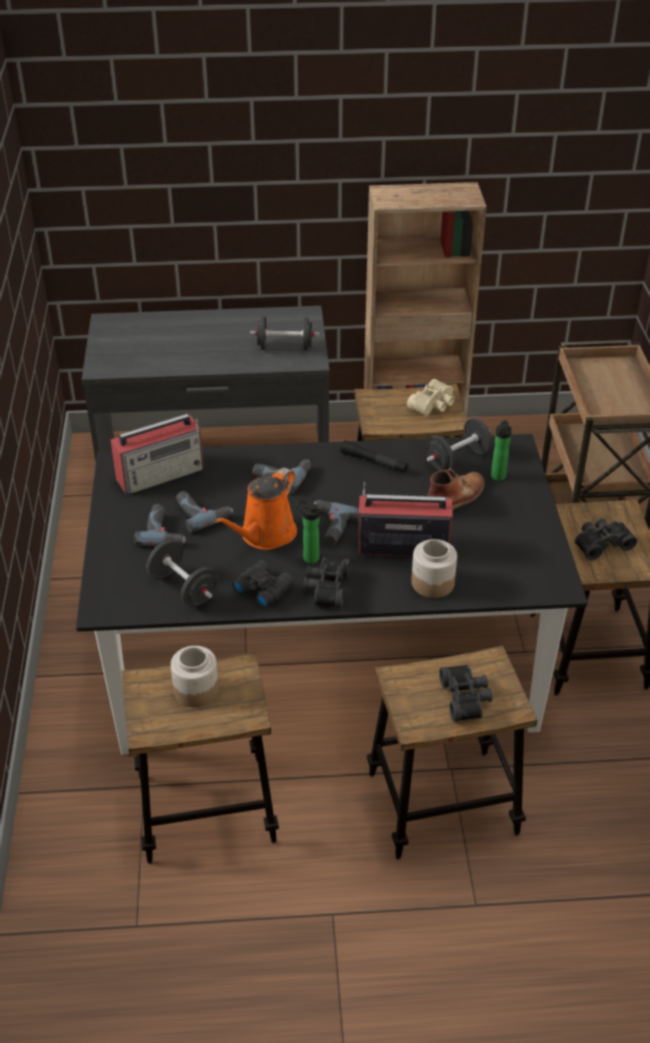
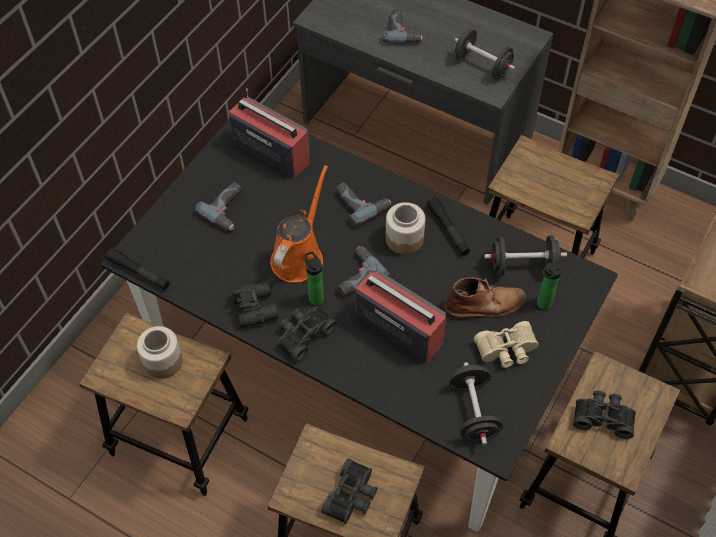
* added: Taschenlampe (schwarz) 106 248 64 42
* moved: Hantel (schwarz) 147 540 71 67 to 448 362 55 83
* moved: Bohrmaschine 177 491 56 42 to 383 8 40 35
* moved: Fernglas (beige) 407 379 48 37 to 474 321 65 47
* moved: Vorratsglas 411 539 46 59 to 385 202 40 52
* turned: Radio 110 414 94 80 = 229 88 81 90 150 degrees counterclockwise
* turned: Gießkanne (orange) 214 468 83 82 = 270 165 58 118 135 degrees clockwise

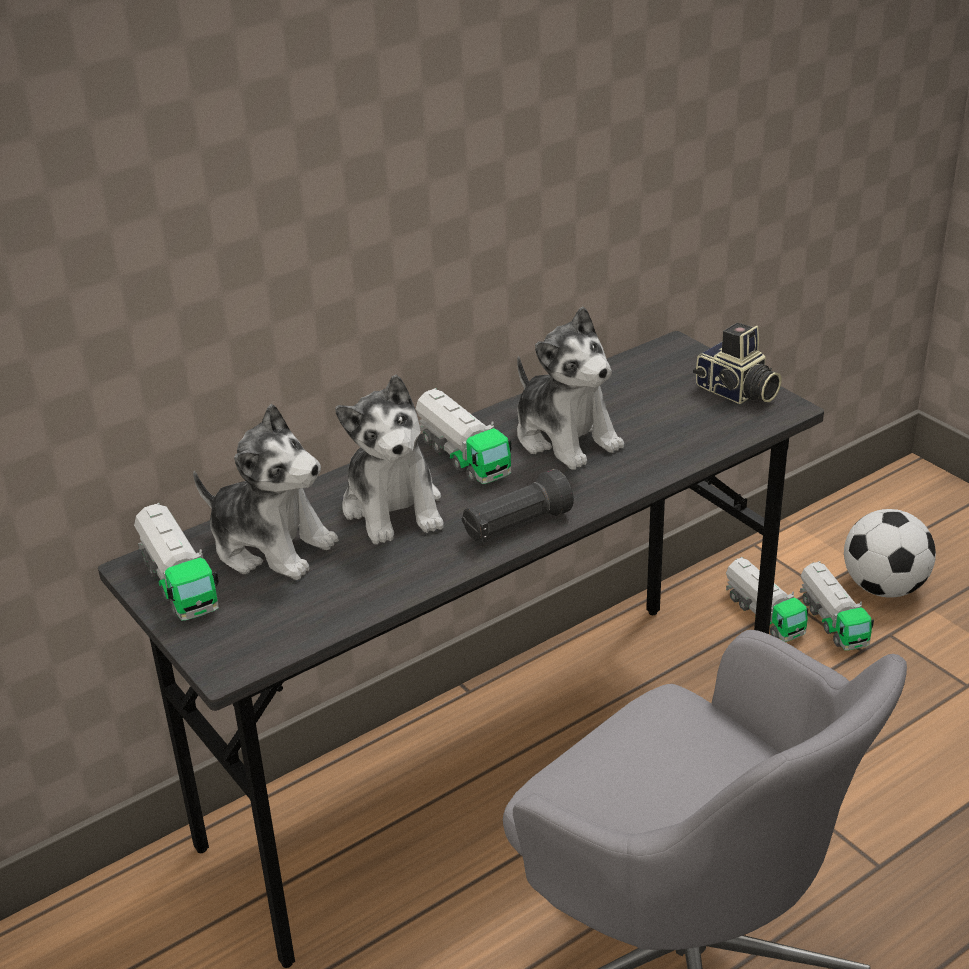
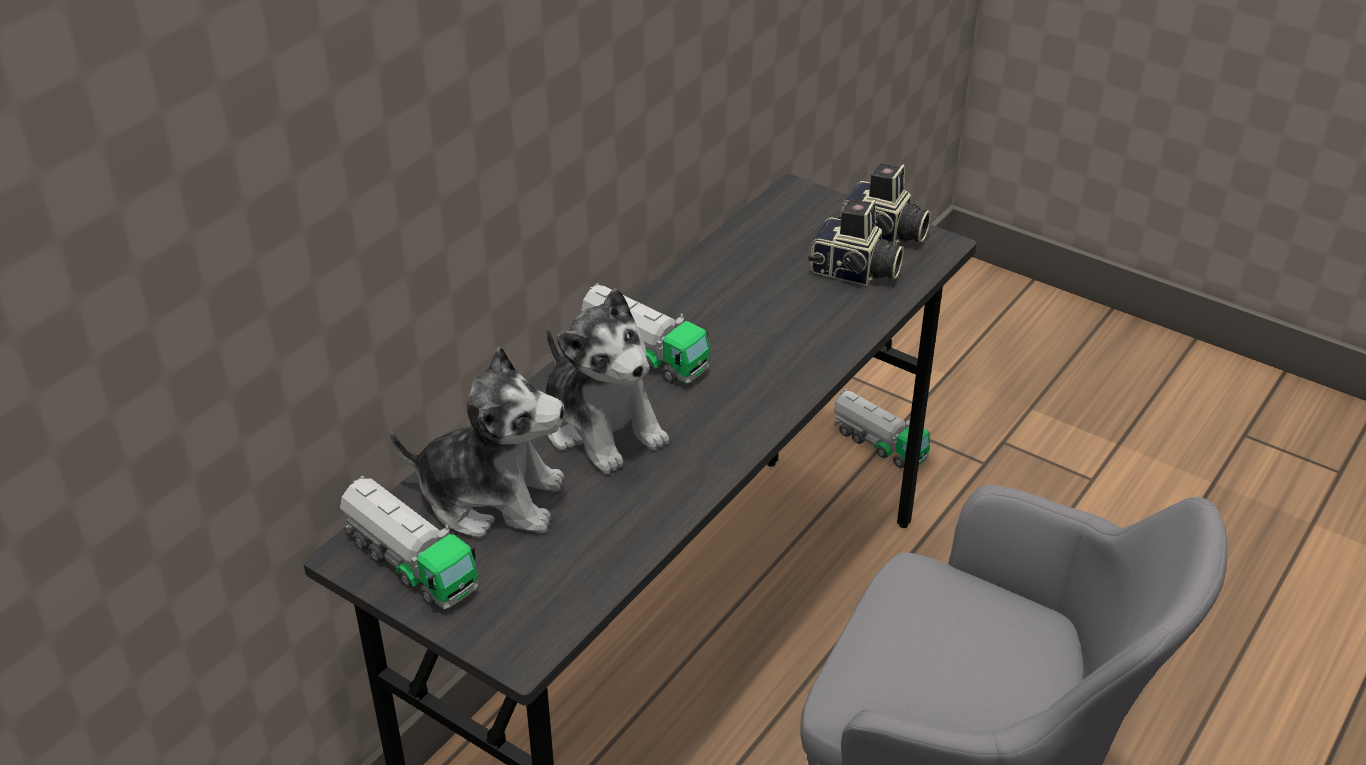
* removed: Taschenlampe (schwarz) 462 469 112 73
* removed: Plüschtier 517 307 107 163
* removed: Spielzeuglaster 800 561 74 89
* removed: Fußball 844 509 92 89
* added: Kamera 808 199 96 87

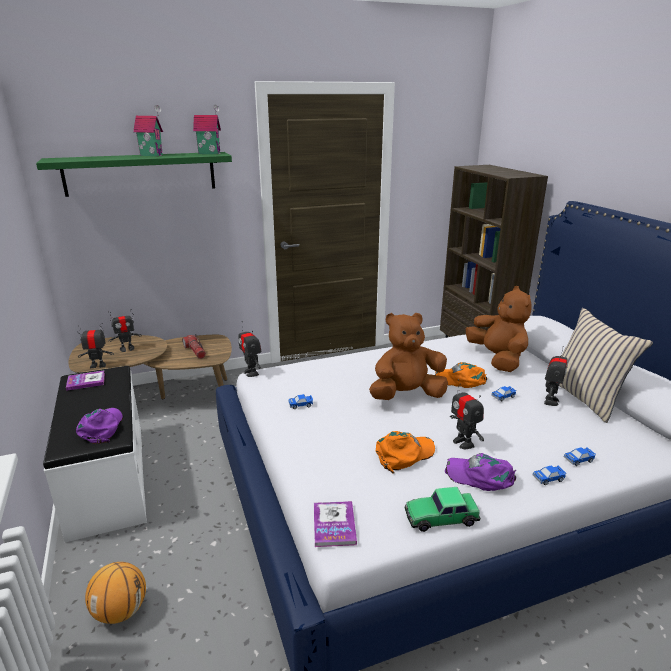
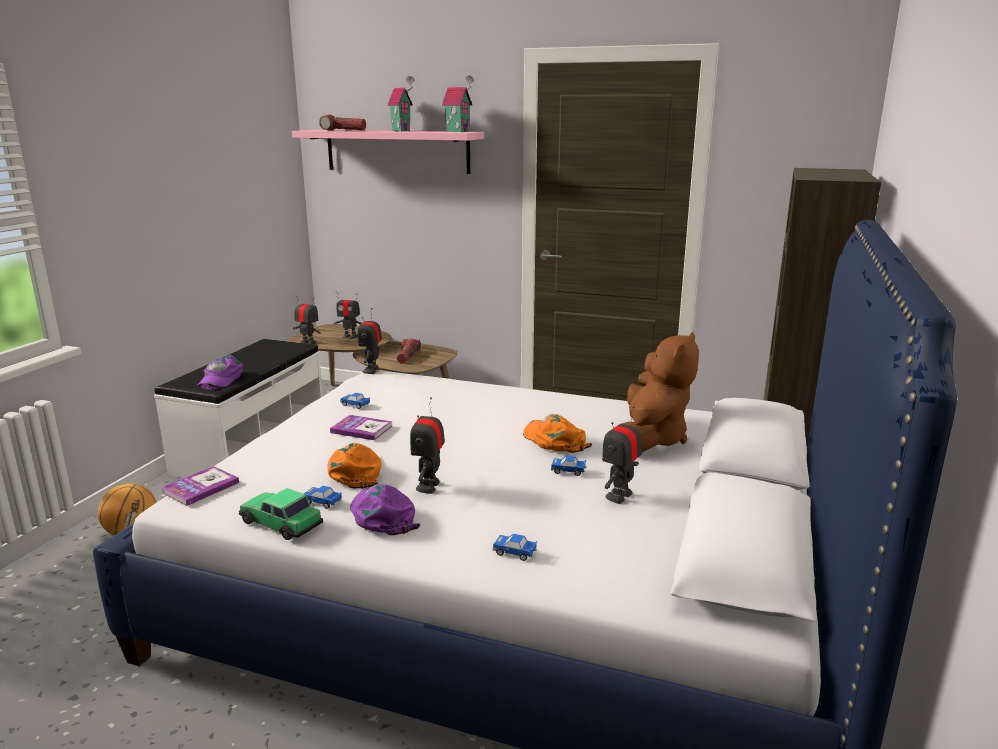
* removed: Plüschtier (braun) 369 313 79 87
* removed: Kissen (beige) 559 308 94 115
* added: Taschenlampe 319 115 47 16
* moved: Buch 66 370 39 21 to 330 415 62 25
* moved: Spielzeugauto 533 465 33 20 to 304 486 38 23
* recoloured: Wandregal (grün) 36 152 196 45 to Wandregal (rosa) 292 130 192 44
* turned: Kappe (lila) 76 408 47 36 = 197 355 47 35 150 degrees clockwise
* turned: Kappe (orange) 376 431 59 43 = 327 443 55 46 105 degrees counterclockwise
* turned: Spielzeugroboter 544 346 24 60 = 602 406 40 98 150 degrees clockwise

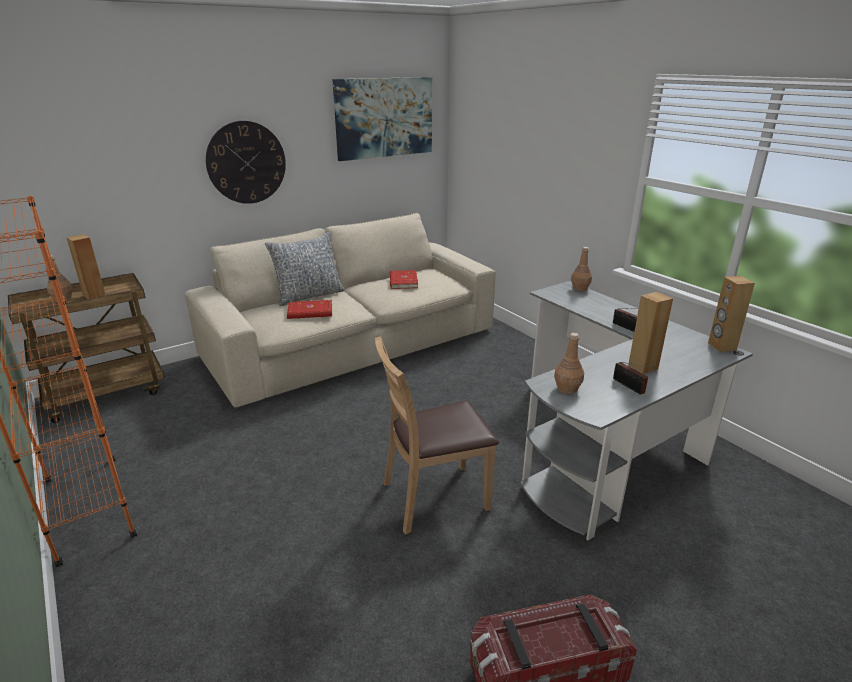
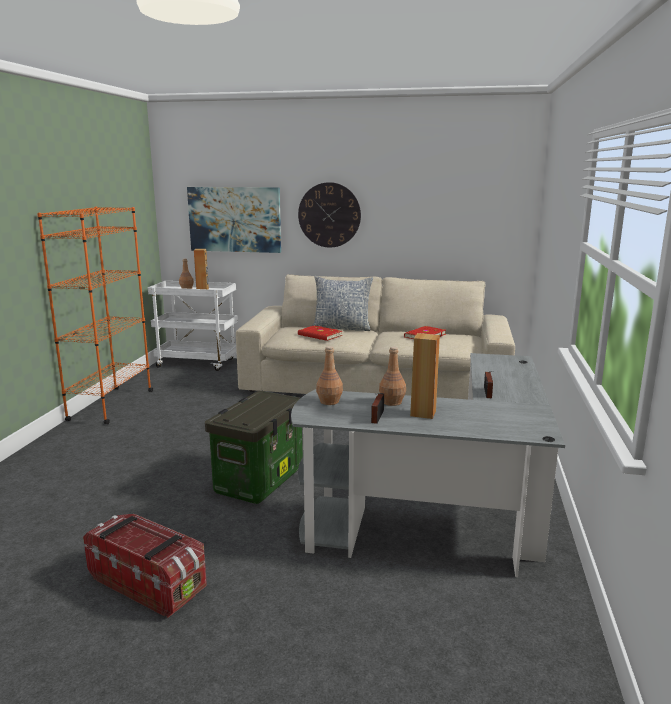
* removed: Lautsprecher (braun) 708 276 47 76
* moved: Bild 332 77 100 84 to 187 187 94 66
* moved: Flasche (braun) 571 247 21 44 to 379 347 27 59
* replaced: Stuhl (braun) 375 336 124 198 to Aufbewahrungsbox 205 391 98 113
* recoloured: Rollwagen (braun) 8 273 157 150 to Rollwagen (weiß) 148 281 90 90

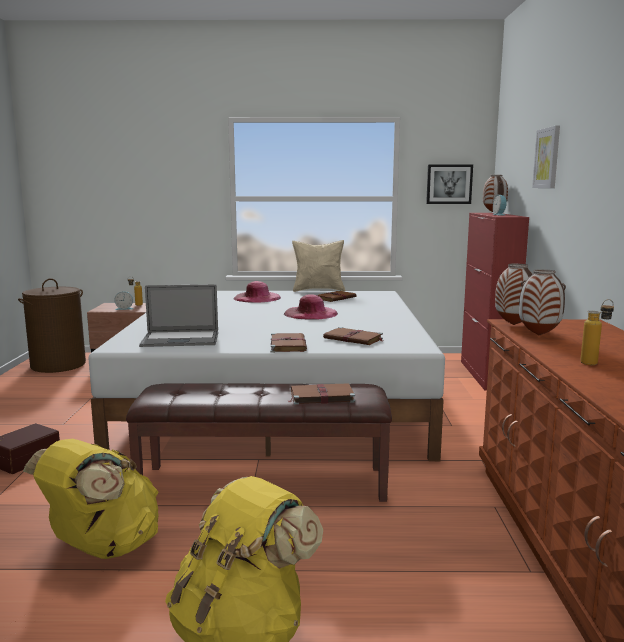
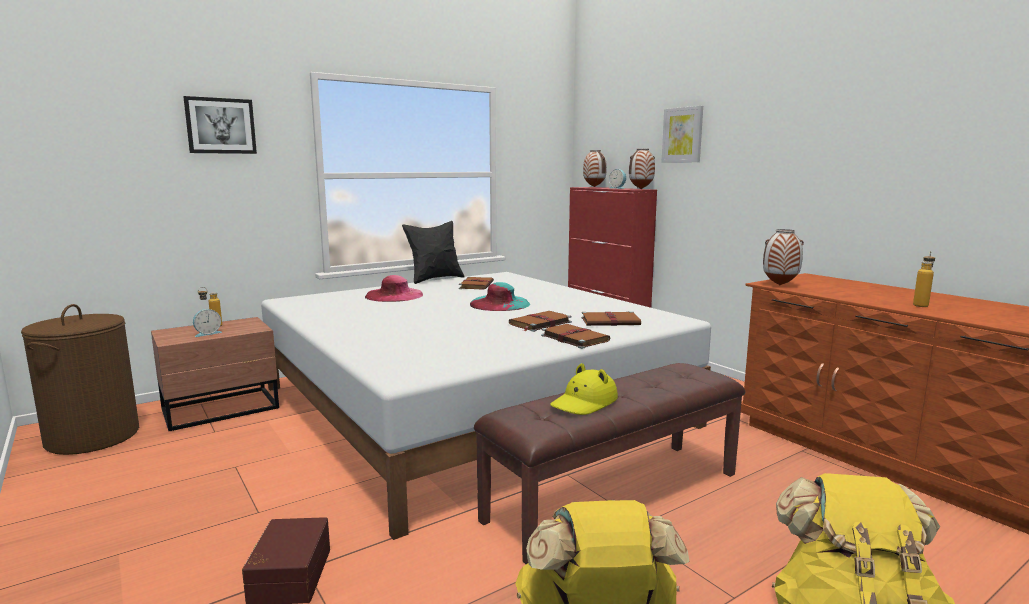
* removed: Laptop 139 284 79 63
* added: Hut (gelb) 550 363 68 52
* moved: Buch (braun) 289 383 66 22 to 509 311 63 21
* moved: Bild 426 165 47 39 to 183 96 74 58
* moved: Vase 519 269 47 67 to 629 148 26 41
* recoloured: Hut (rosa) 284 294 54 26 to Hut (türkis) 470 282 60 29
* recoloured: Kissen (beige) 292 240 53 52 to Kissen (schwarz) 402 221 63 63

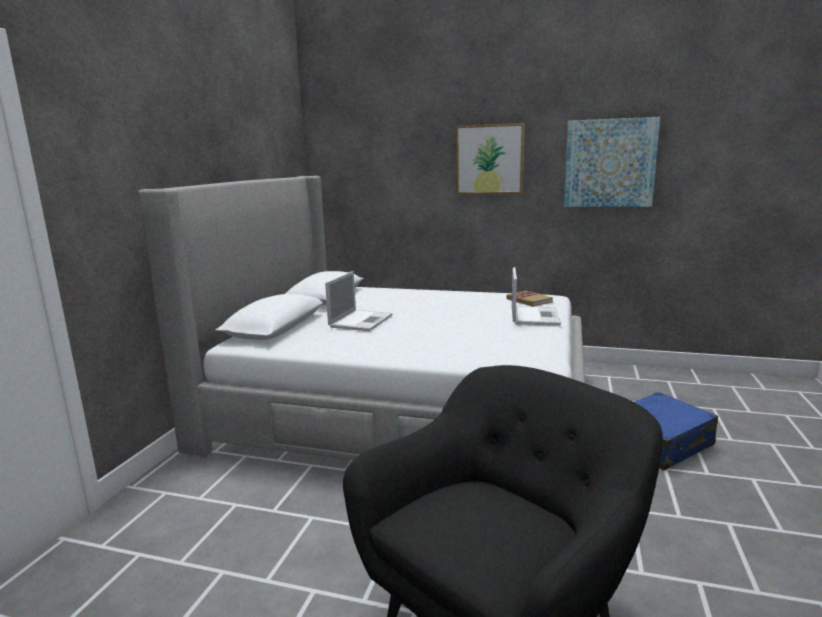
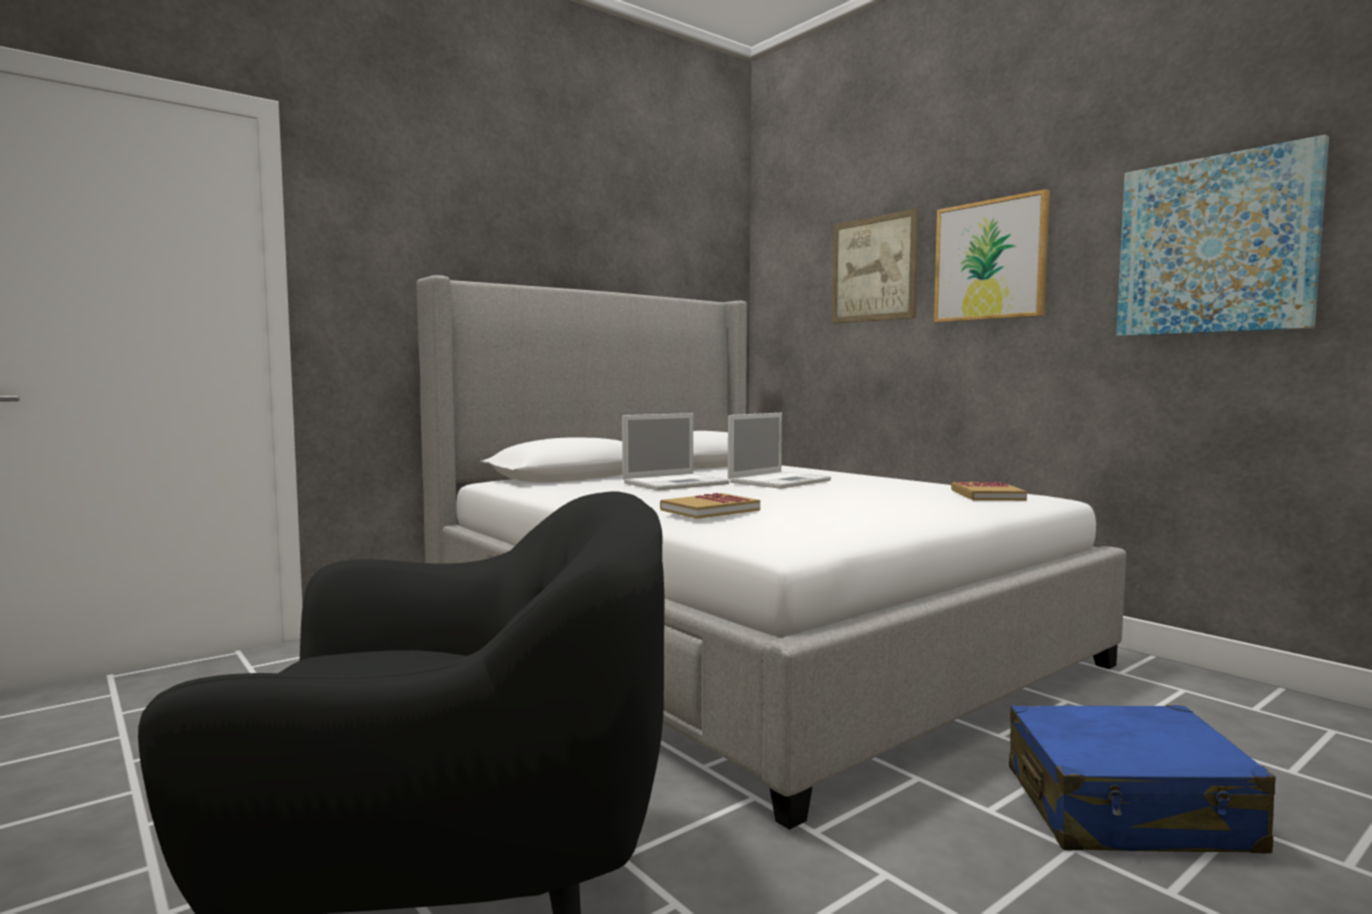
* added: Buch 660 493 100 26
* added: Bild 832 208 87 116
* moved: Laptop 512 267 49 58 to 728 413 103 76

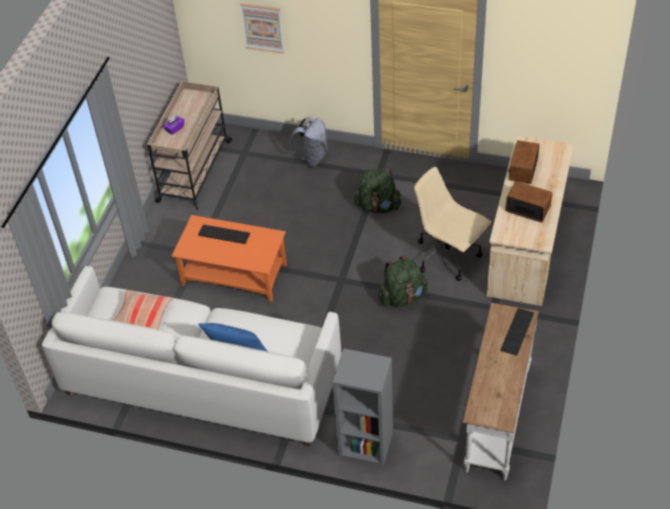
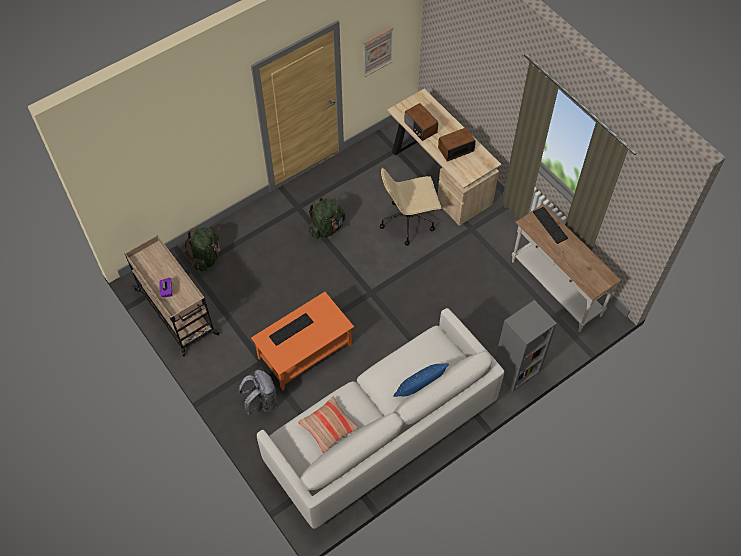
* moved: Bild 240 3 45 50 to 363 27 31 50
* moved: Rucksack (grau) 289 117 39 50 to 239 370 38 45
* moved: Rucksack (grün) 378 255 50 52 to 184 227 36 45

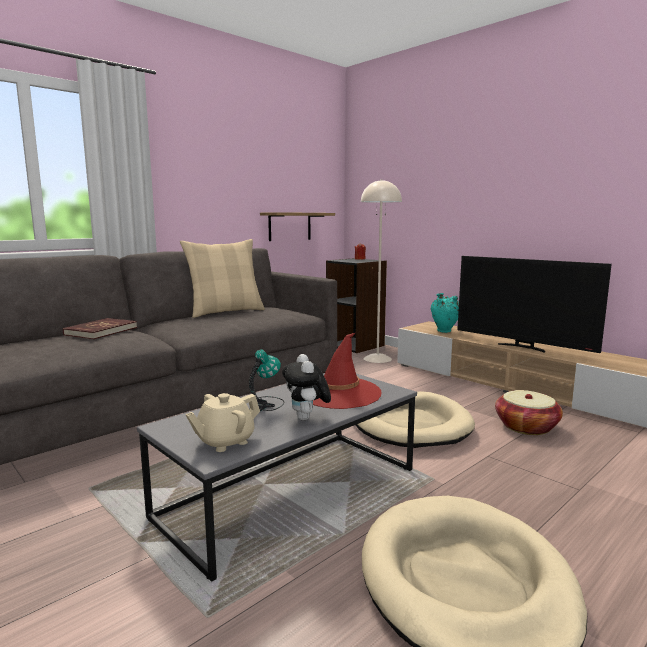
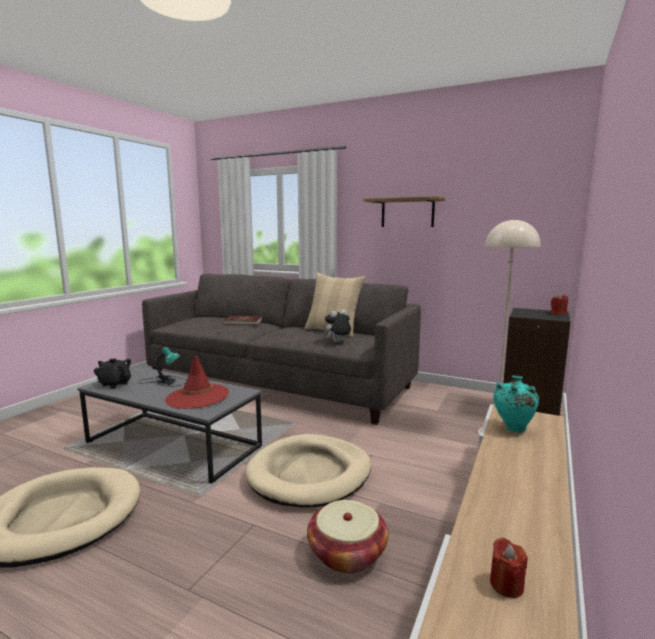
* removed: Fernseher 457 256 155 97
* added: Kerze (rot) 490 537 37 61
* moved: Wandregal 260 212 75 29 to 363 196 83 31
* moved: Plüschtier 282 354 49 66 to 324 309 27 33
* recoloured: Teekanne (beige) 186 393 74 59 to Teekanne (schwarz) 94 358 37 31

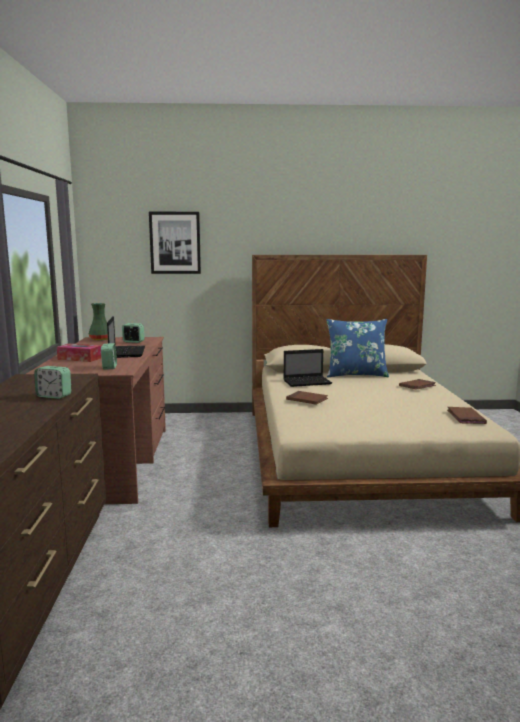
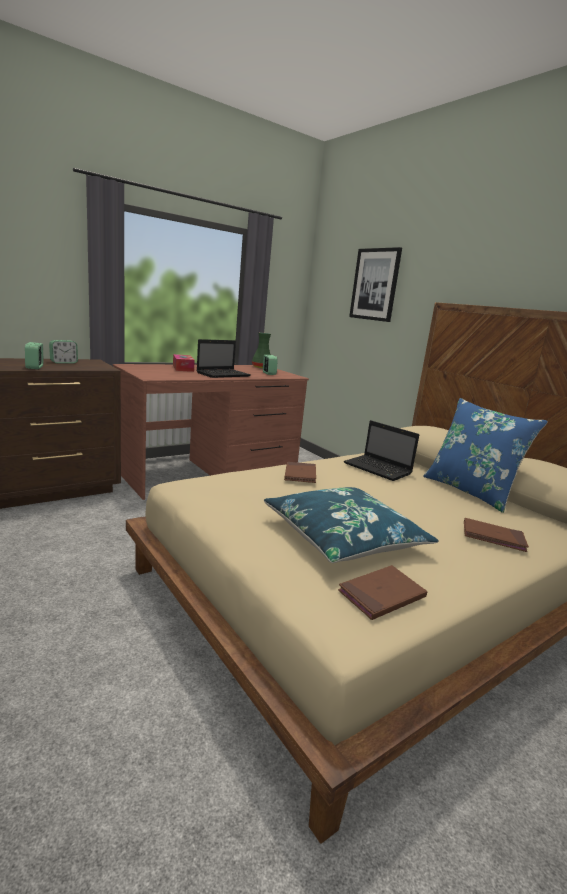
* added: Kissen (blau) 264 487 175 76
* moved: Wecker 101 343 16 26 to 49 340 29 24

